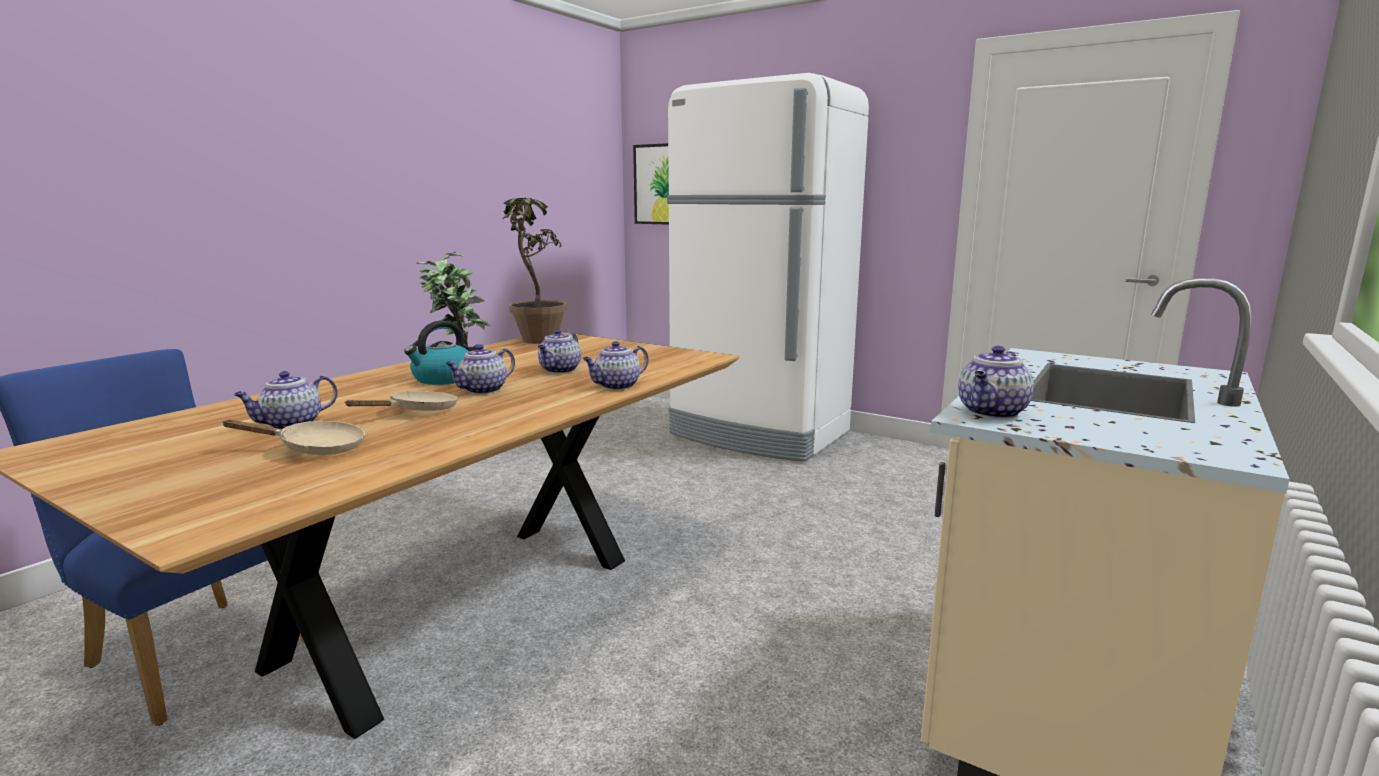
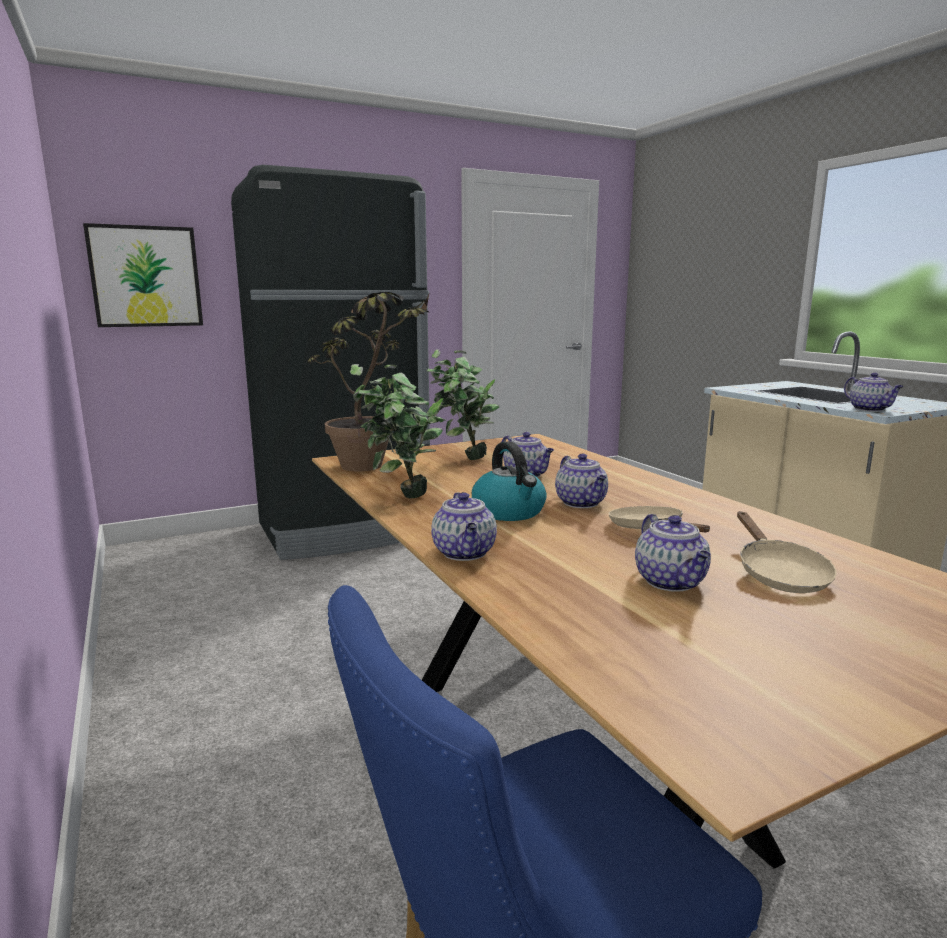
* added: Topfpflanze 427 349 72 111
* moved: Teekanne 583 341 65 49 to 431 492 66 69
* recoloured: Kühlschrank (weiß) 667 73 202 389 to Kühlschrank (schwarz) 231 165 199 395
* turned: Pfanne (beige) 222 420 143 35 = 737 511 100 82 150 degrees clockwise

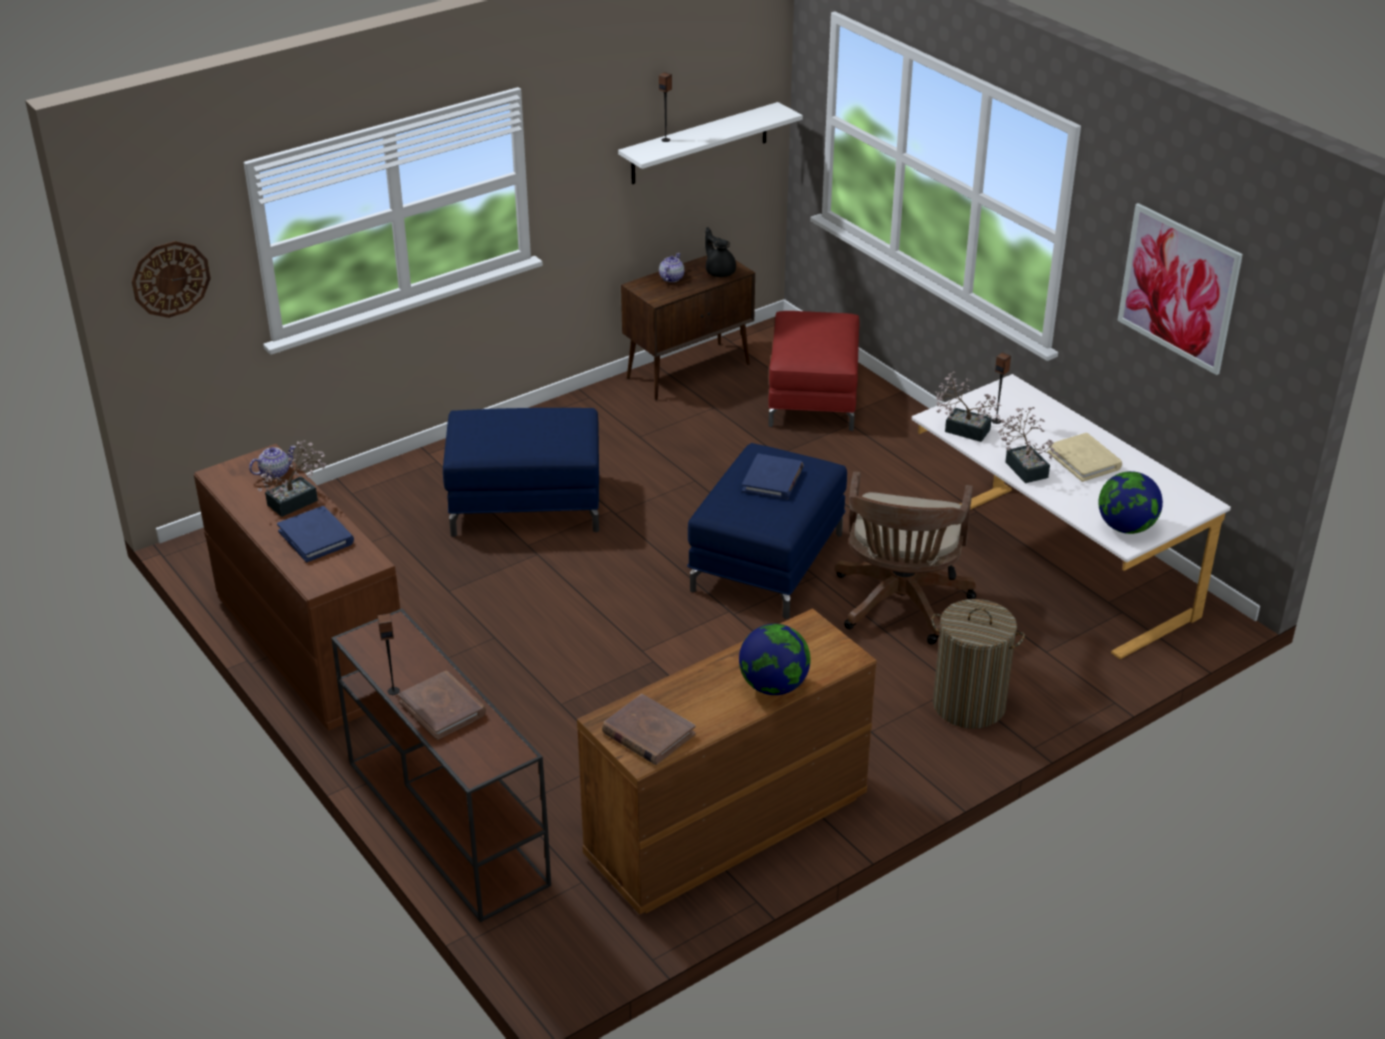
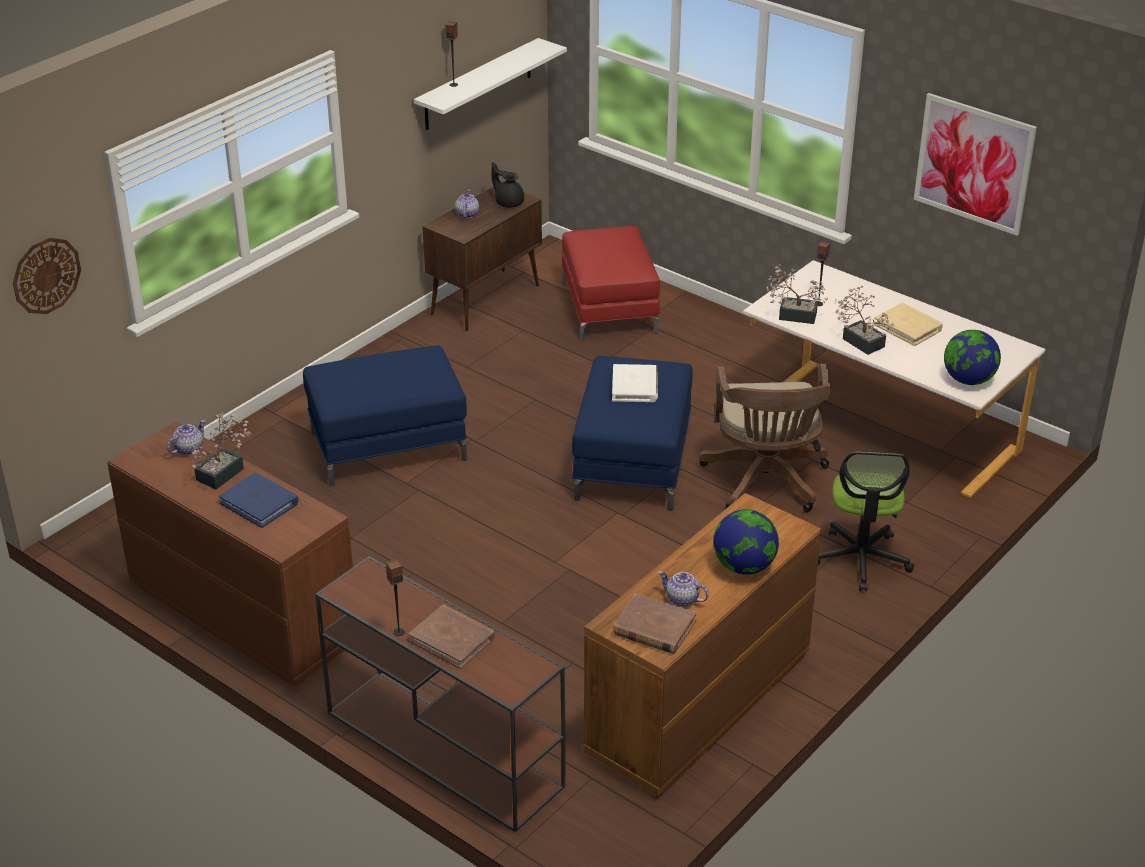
* added: Teekanne 658 571 51 36
* replaced: Wäschekorb 931 599 94 130 to Bürostuhl 818 452 97 139
* recoloured: Buch (blau) 742 453 62 47 to Buch (weiß) 612 364 46 38

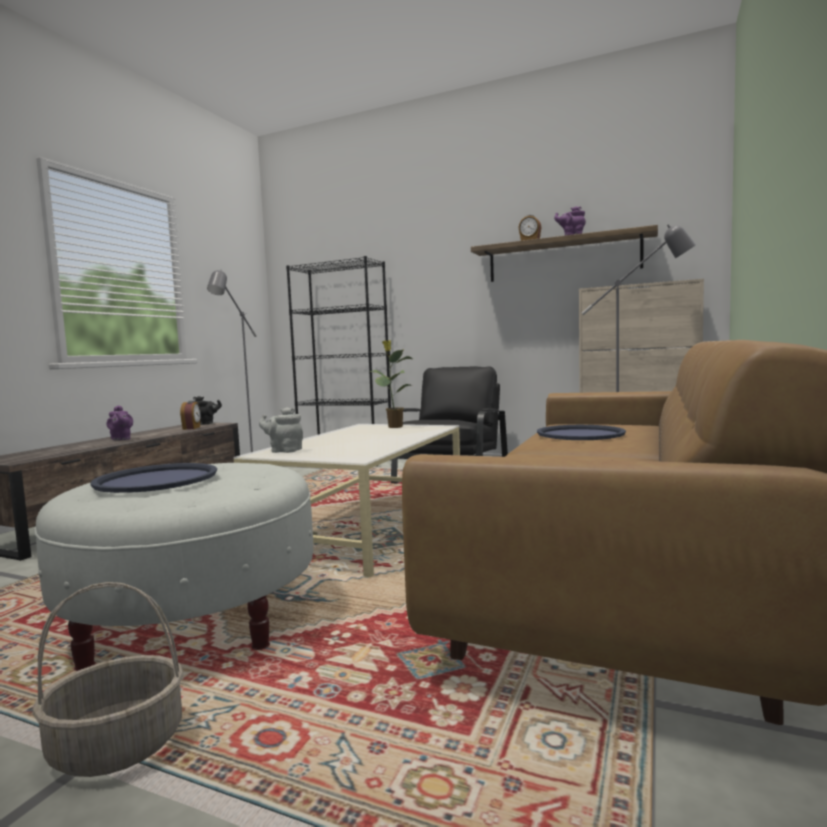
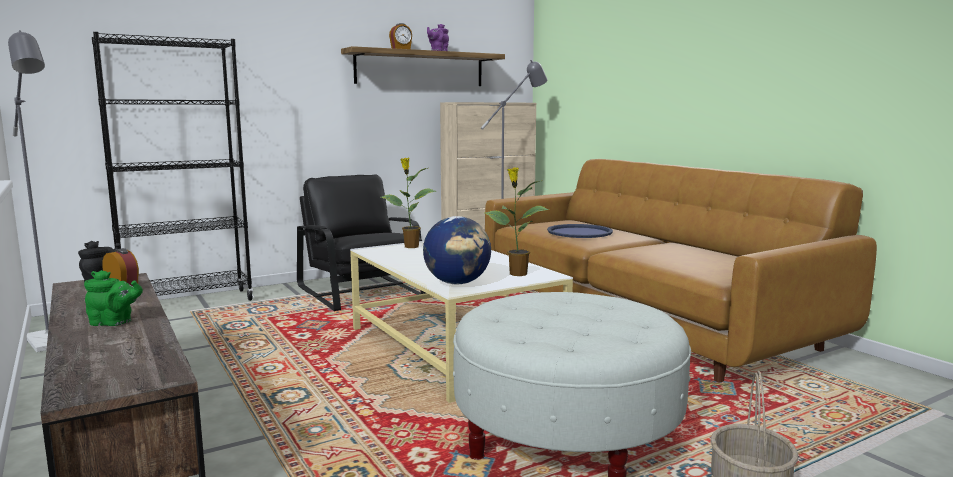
* removed: Tablett (blau) 90 463 127 30
* added: Topfpflanze 485 167 64 109
* replaced: Teekanne (grau) 259 407 44 46 to Globus 423 216 68 68
* recoloured: Teekanne (lila) 106 406 27 34 to Teekanne (grün) 84 270 59 56

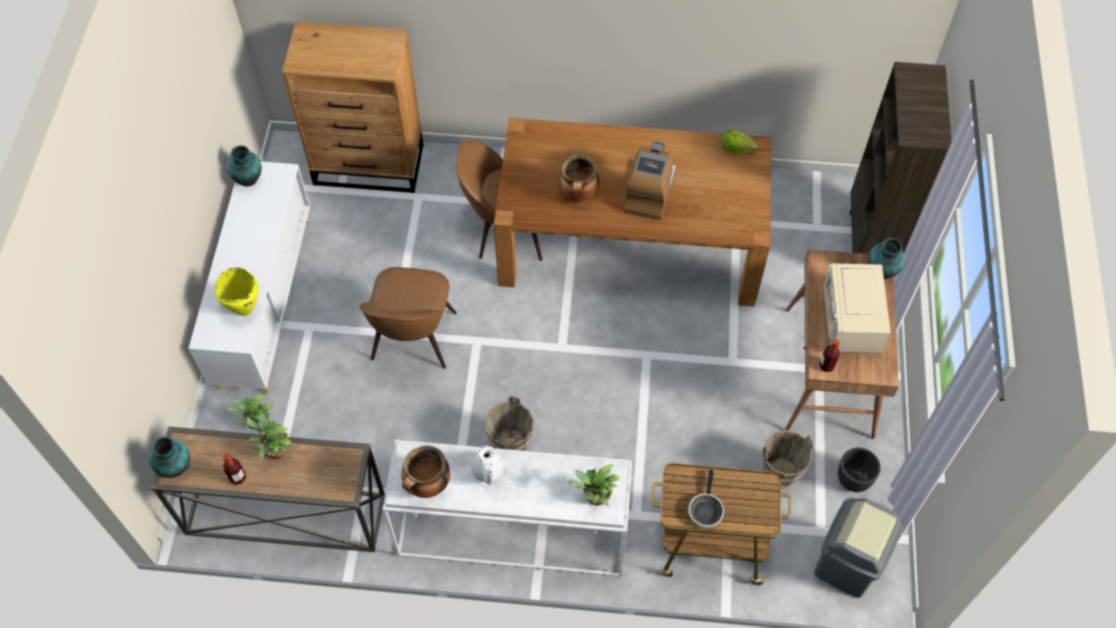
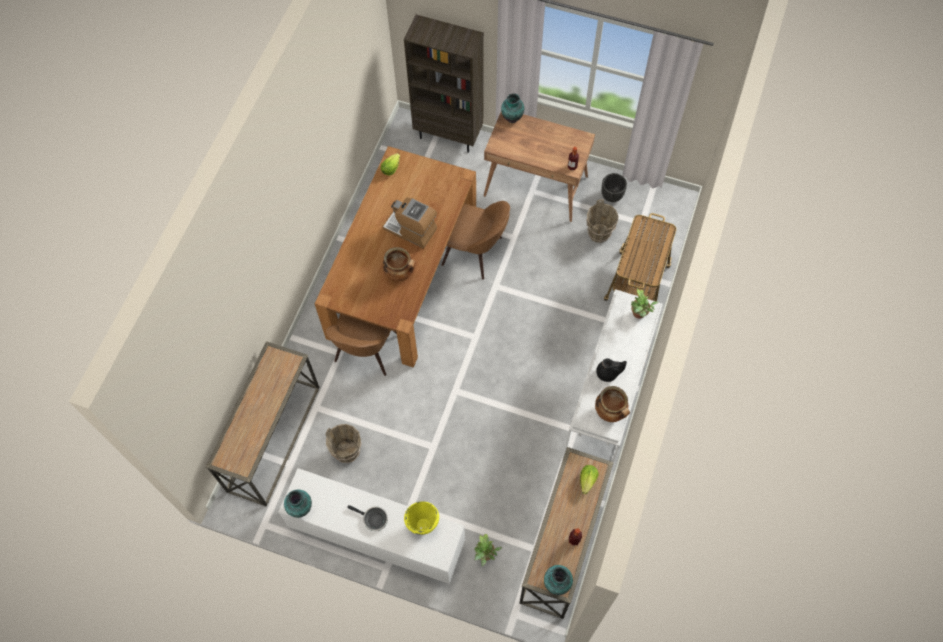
* removed: Topfpflanze 246 413 46 47
* removed: Mülleimer (grau) 814 498 88 100
* removed: Mikrowelle (beige) 824 263 67 91
* added: Salatkopf 580 465 19 29
* moved: Stuhl (braun) 359 267 98 102 to 442 201 68 79
* moved: Eimer (braun) 485 396 49 55 to 325 424 36 39
* moved: Pfanne 688 469 36 59 to 347 505 41 26
* replaced: Kommode (braun) 282 22 142 171 to Konsolentisch 206 341 114 165
* recoloured: Teekanne (weiß) 472 445 32 39 to Teekanne (schwarz) 596 358 31 24

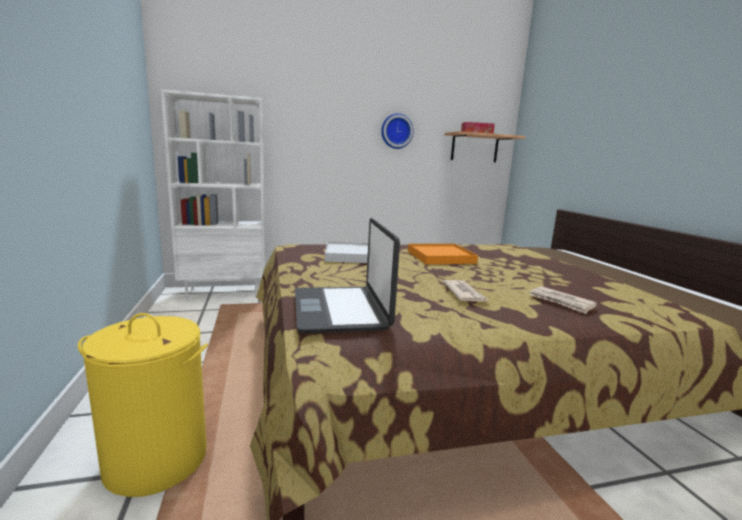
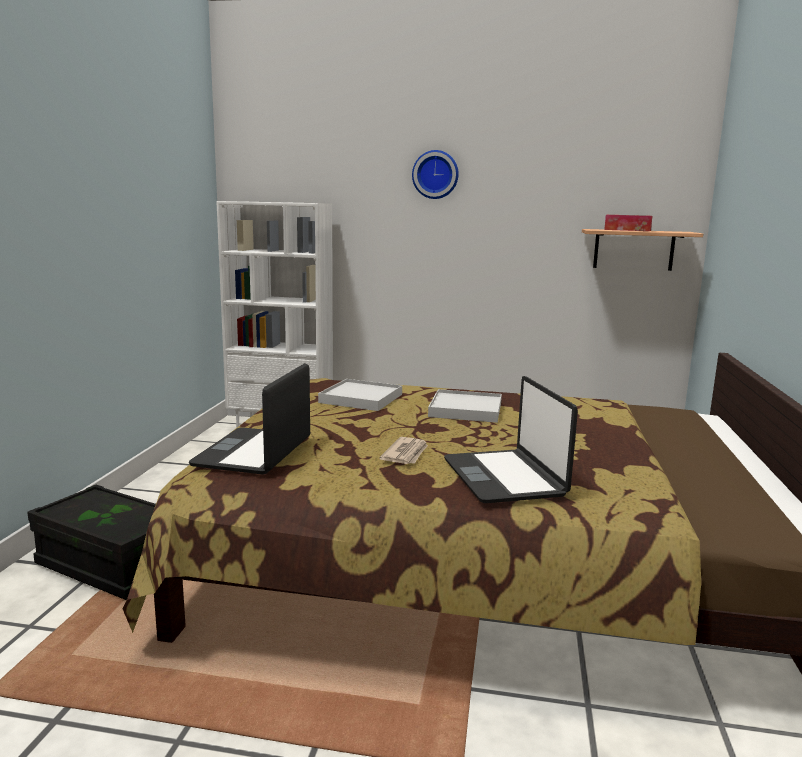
* moved: Wanduhr 381 113 33 36 to 412 150 47 49
* replaced: Wäschekorb (gelb) 78 313 130 184 to Aufbewahrungsbox (schwarz) 27 485 129 115
* replaced: Zeitung 529 286 68 28 to Laptop 444 376 134 127
* recoloured: Tablett (orange) 408 244 70 20 to Tablett (weiß) 428 389 74 34

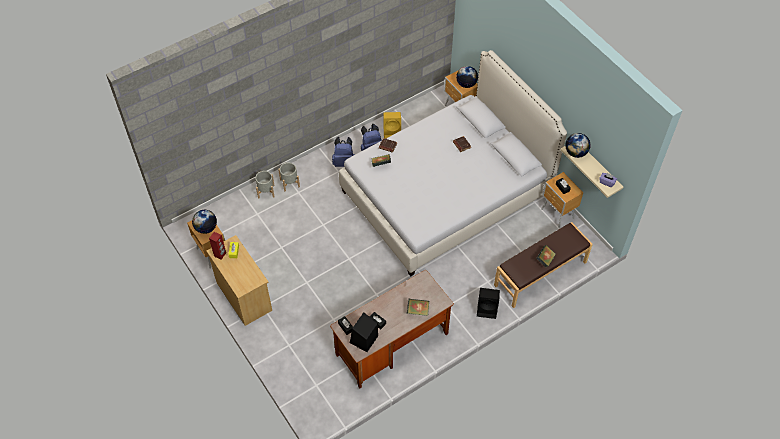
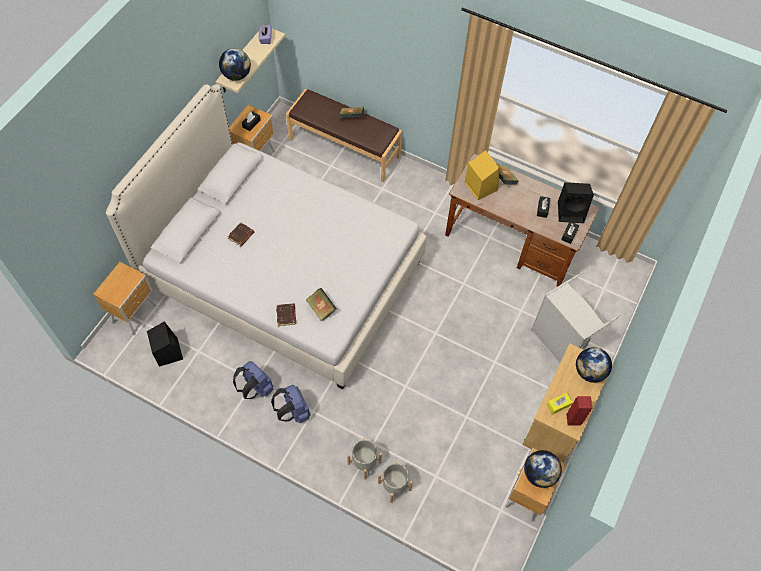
* added: Wäschekorb (grau) 531 272 91 93
* moved: Lautsprecher (gelb) 383 112 18 27 to 465 150 35 50
* moved: Globus 456 66 22 22 to 576 347 36 36
* moved: Lautsprecher (schwarz) 477 288 23 31 to 147 321 36 46

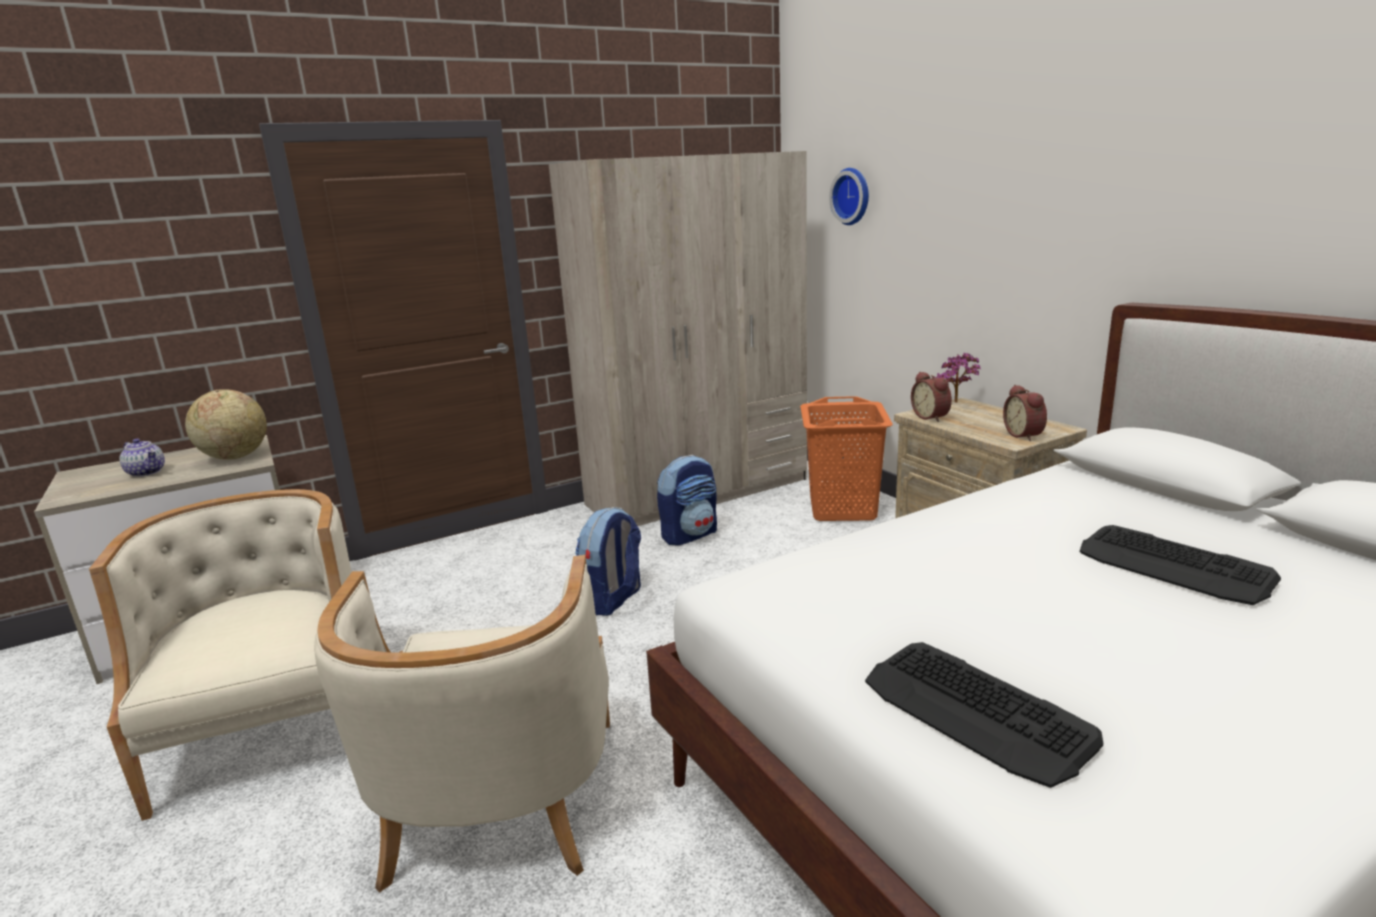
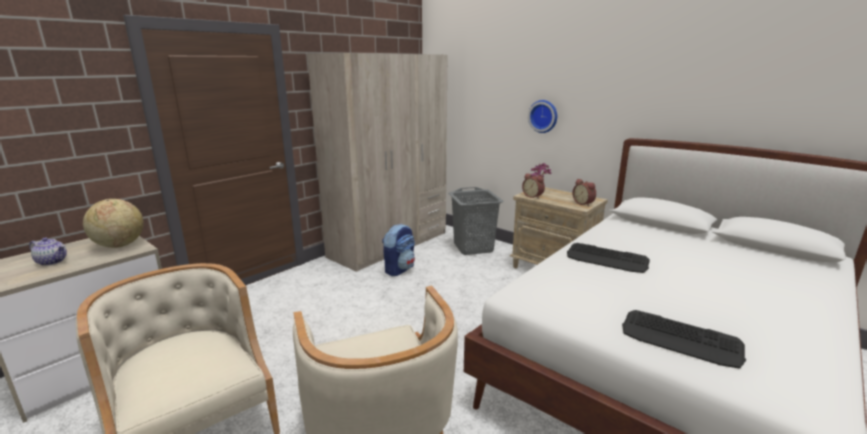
* removed: Rucksack 575 507 66 109
* moved: Wanduhr 829 168 40 57 to 528 100 29 33
* moved: Tastatur 1080 525 201 80 to 567 243 83 30
* recoloured: Wäschekorb (orange) 800 396 93 125 to Wäschekorb (grau) 448 187 55 68

